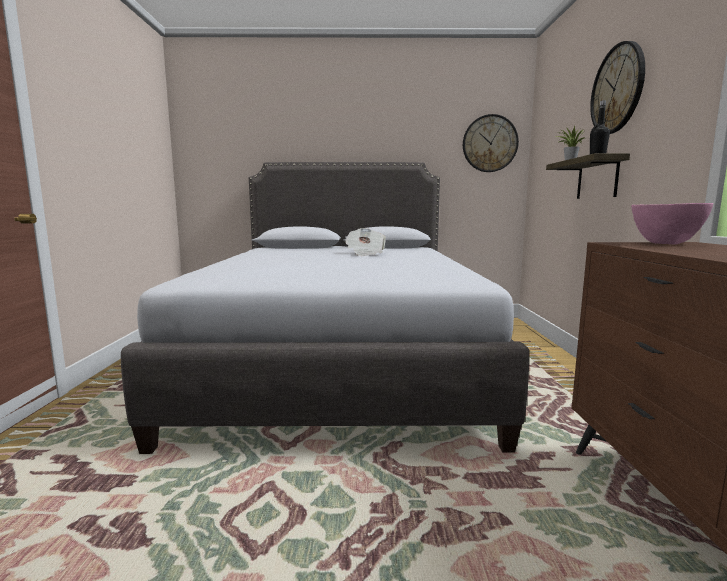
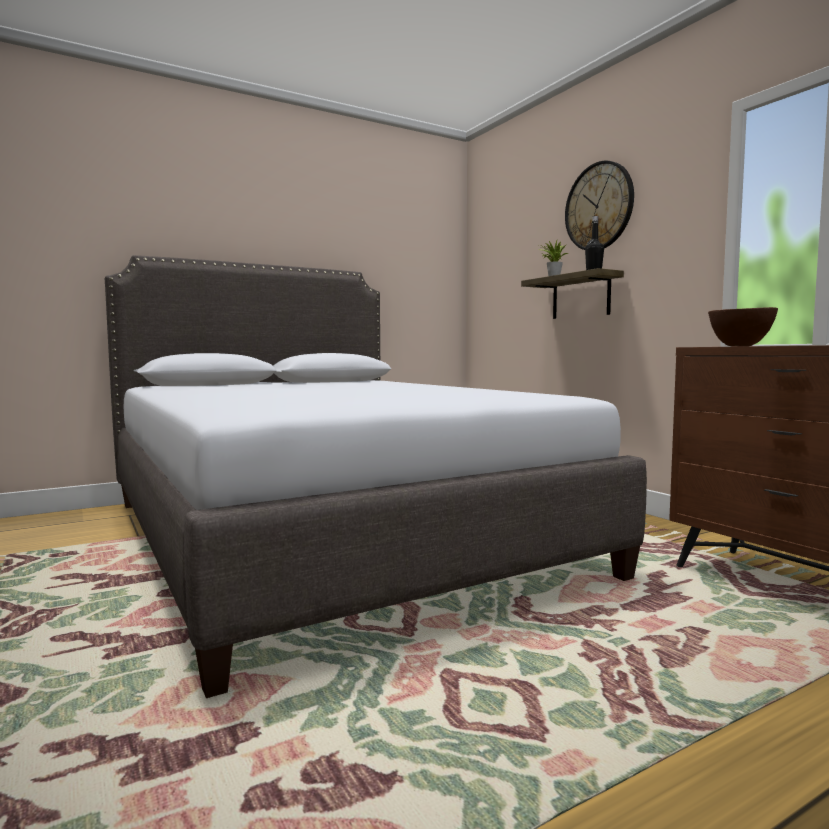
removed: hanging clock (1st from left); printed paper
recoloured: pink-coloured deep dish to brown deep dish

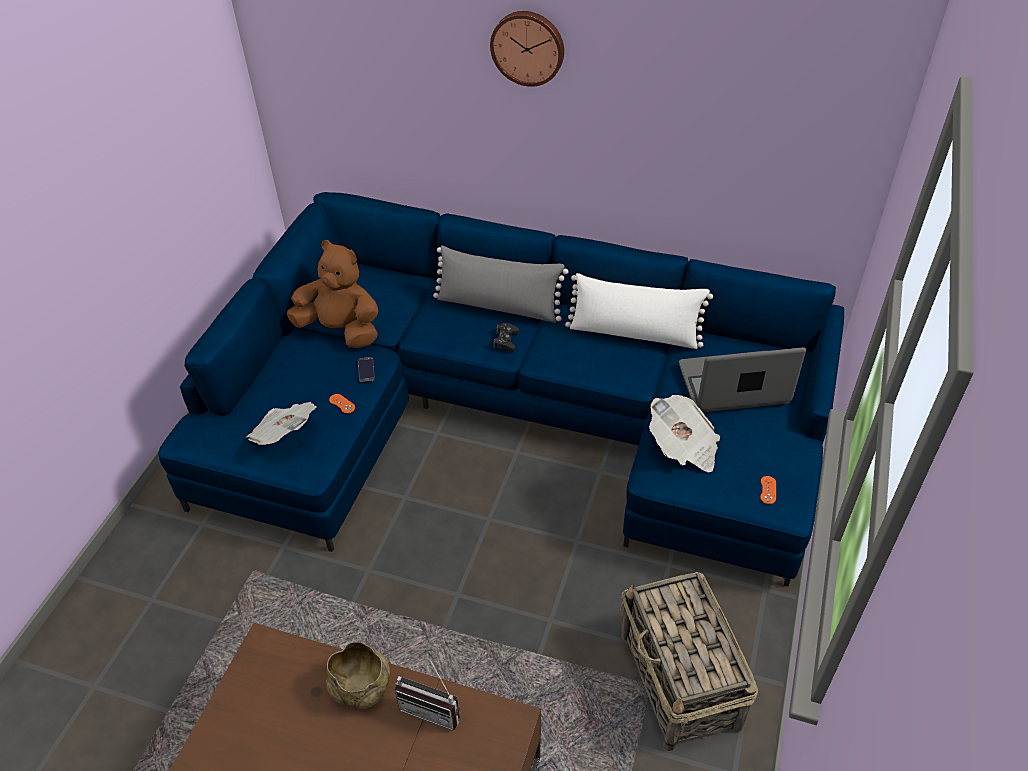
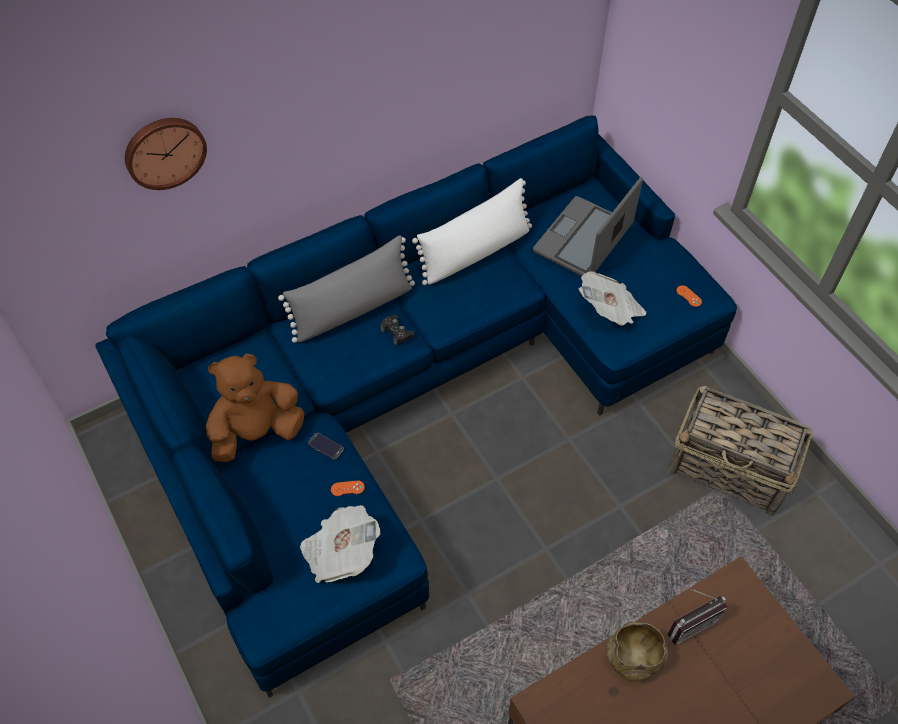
moved: hanging clock

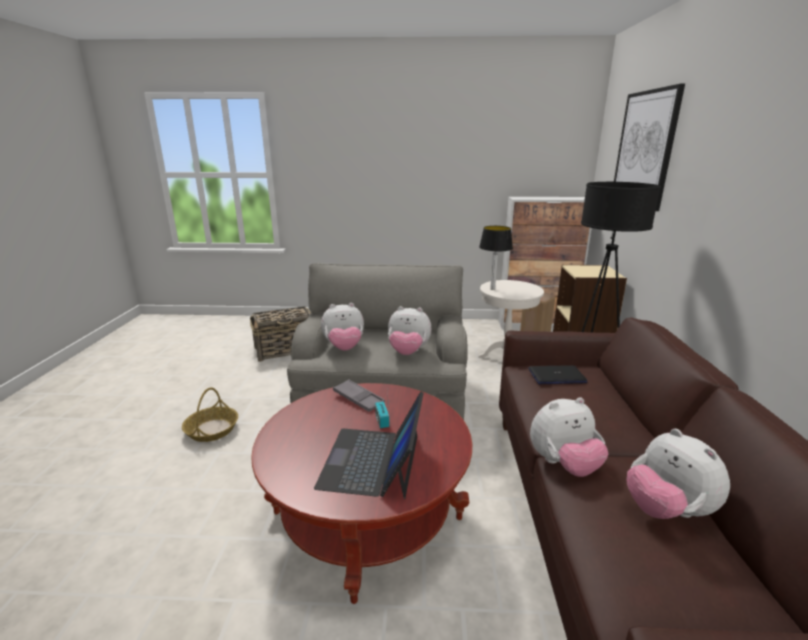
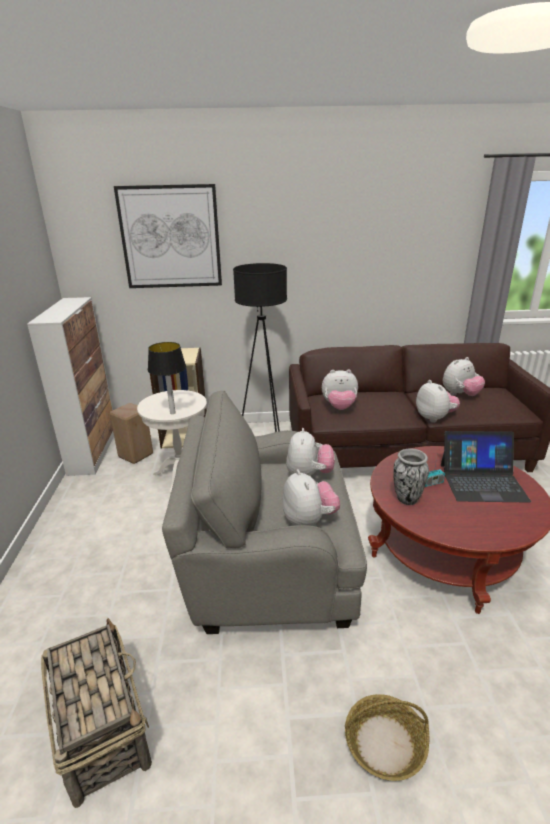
replaced: portable computer (2nd from left) to soft toy (3rd from left); grey tray to vase

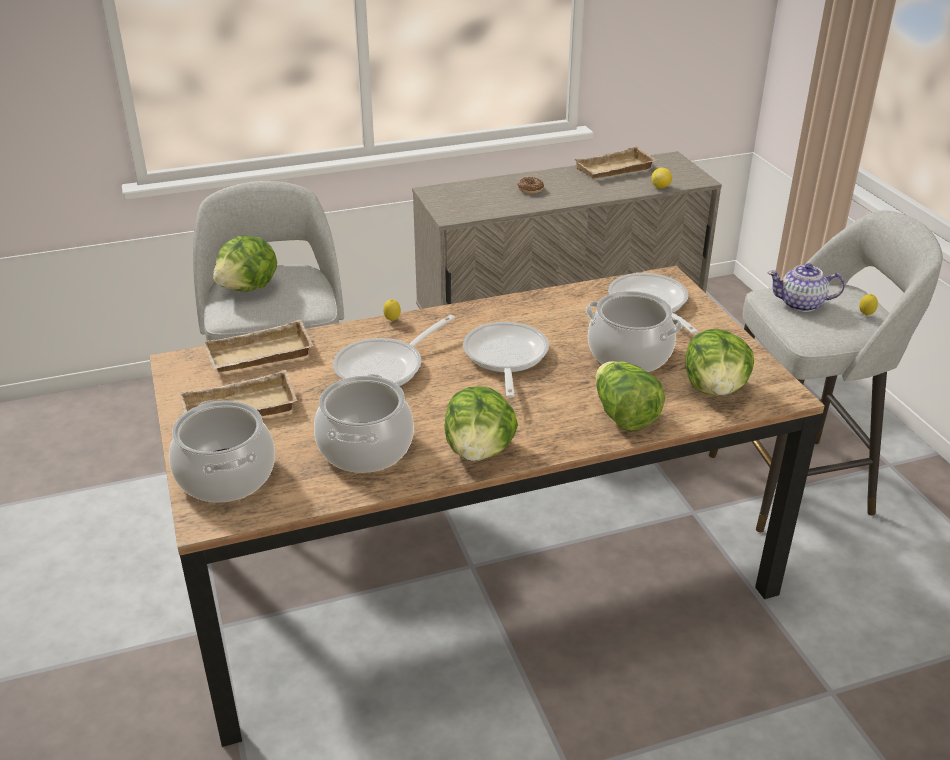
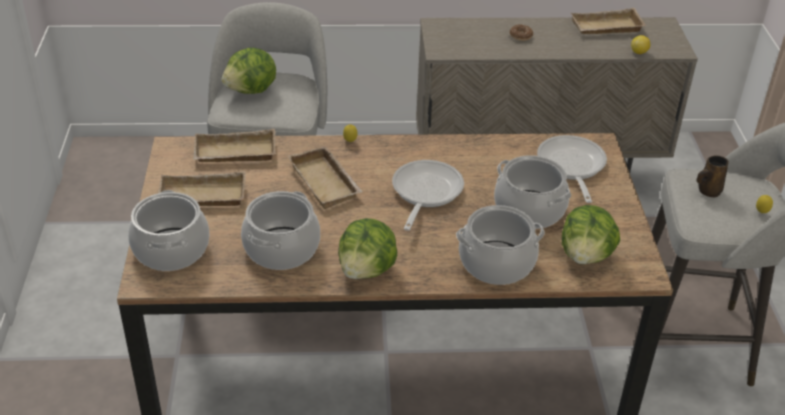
replaced: tea pot to brown mug; skillet (1st from left) to sand-coloured tray (3rd from left); lettuce head (3rd from left) to cooking pot (3rd from left)

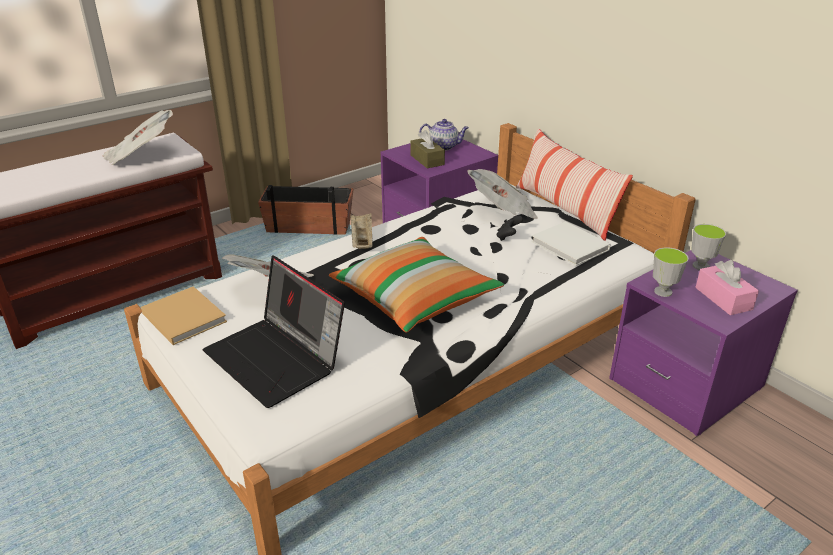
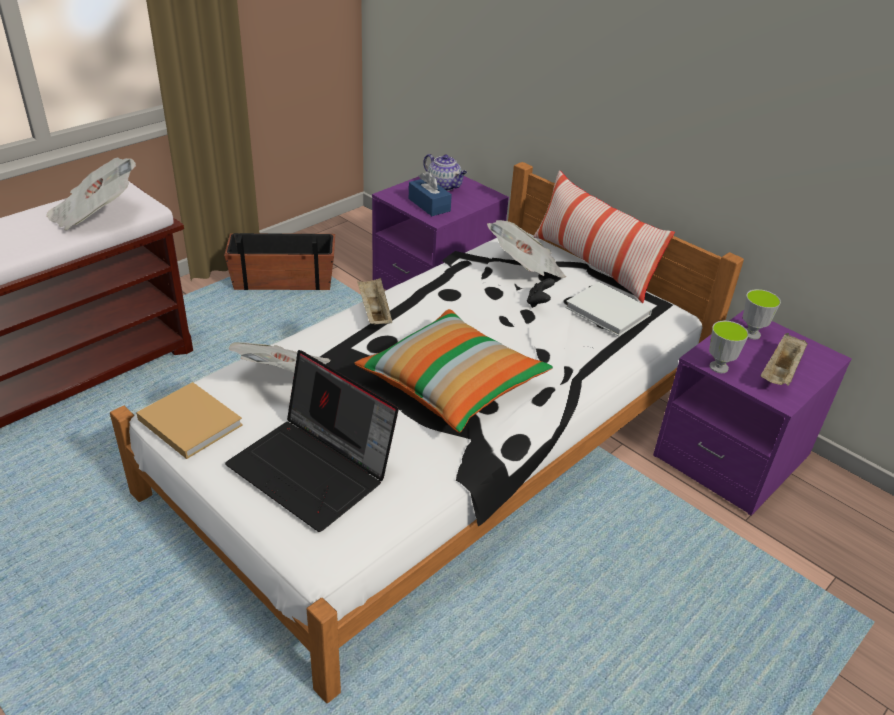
replaced: pink-coloured tissue box to sand-coloured tray (2nd from left)
recoloured: brown tissue box to blue tissue box
turned: tea pot 45 degrees clockwise

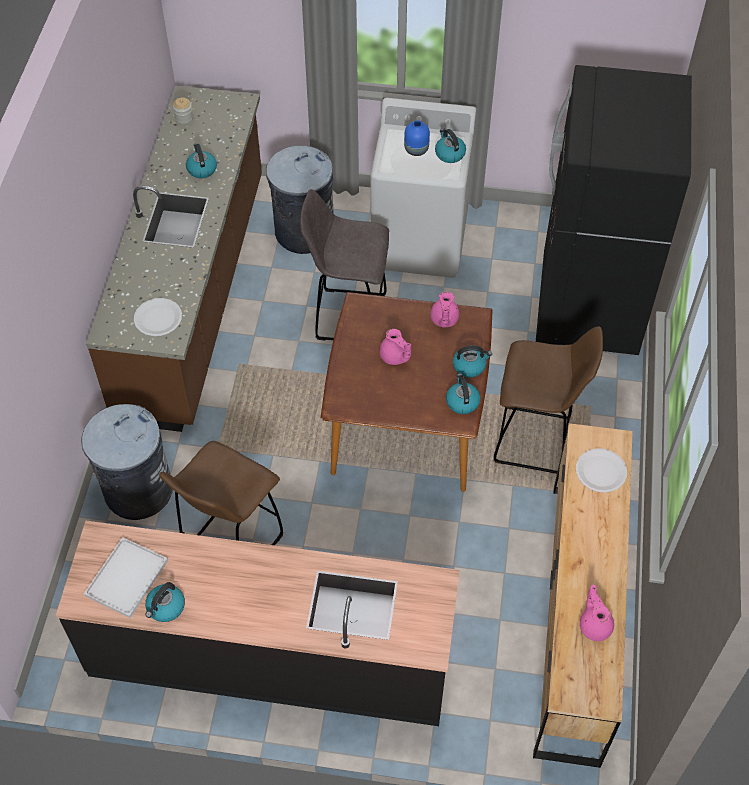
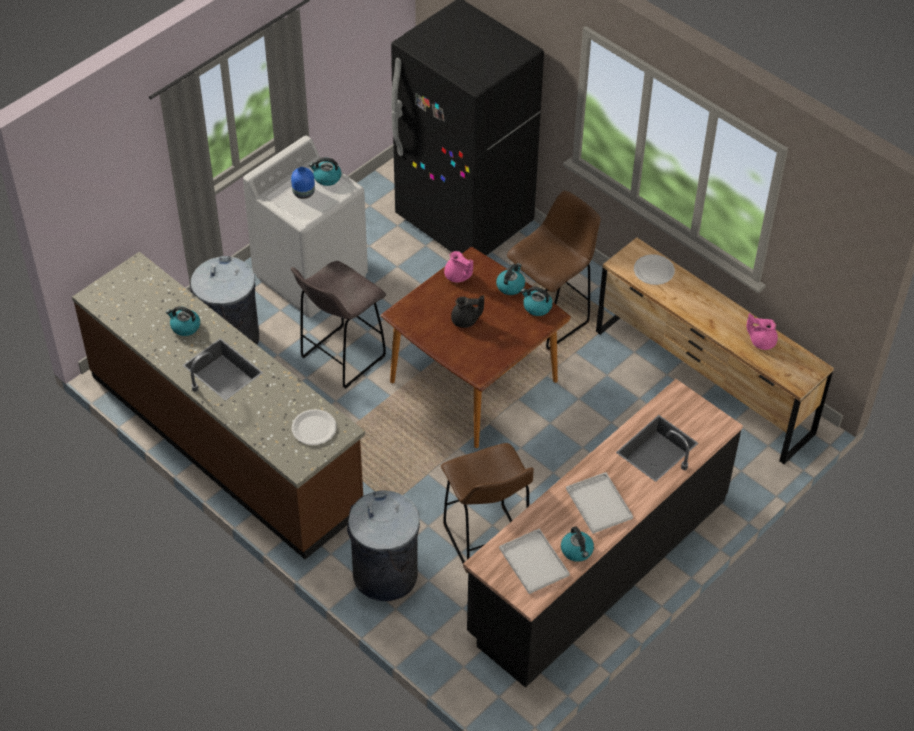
removed: jar
added: whitish tray (2nd from left)
recoloured: pink-coloured tea pot (1st from left) to black tea pot

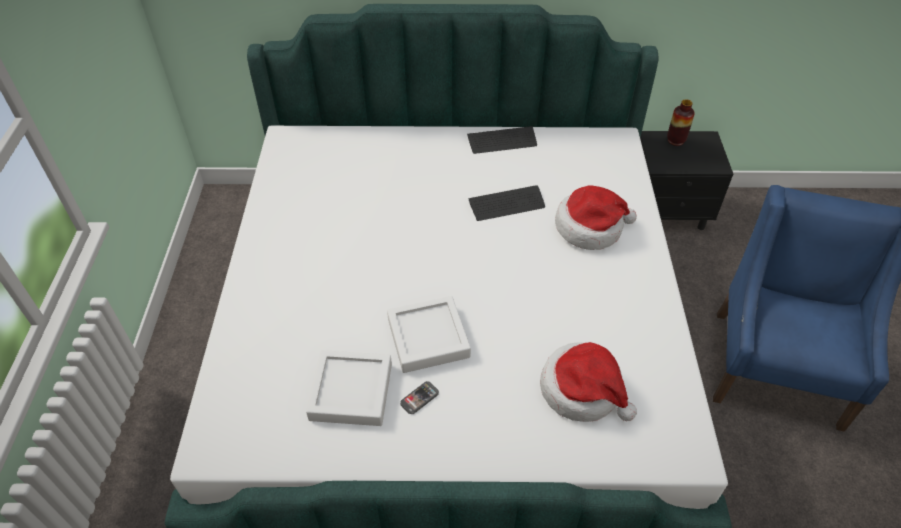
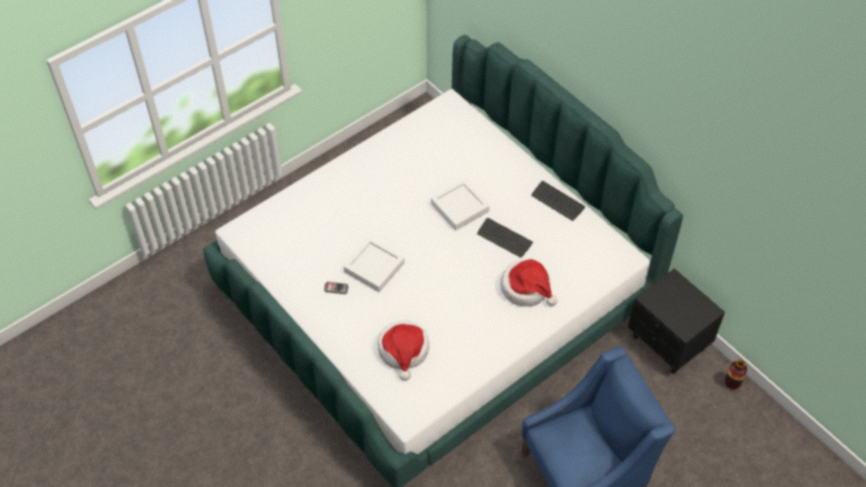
moved: vase; whitish tray (1st from left in the first image) to whitish tray (2nd from left)

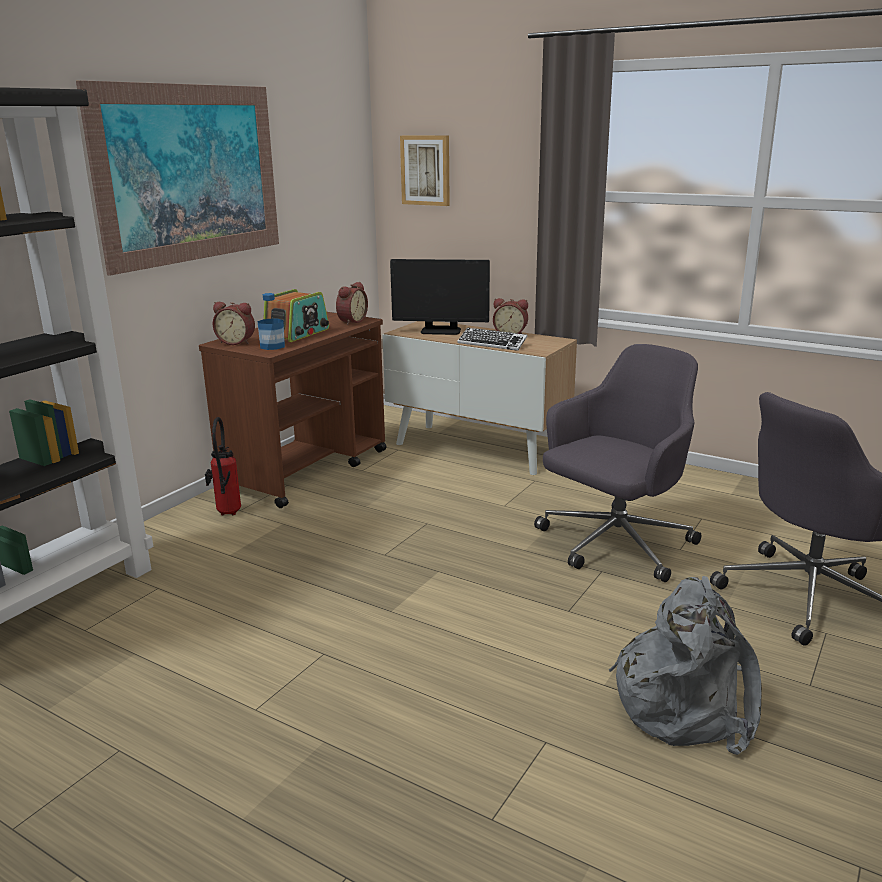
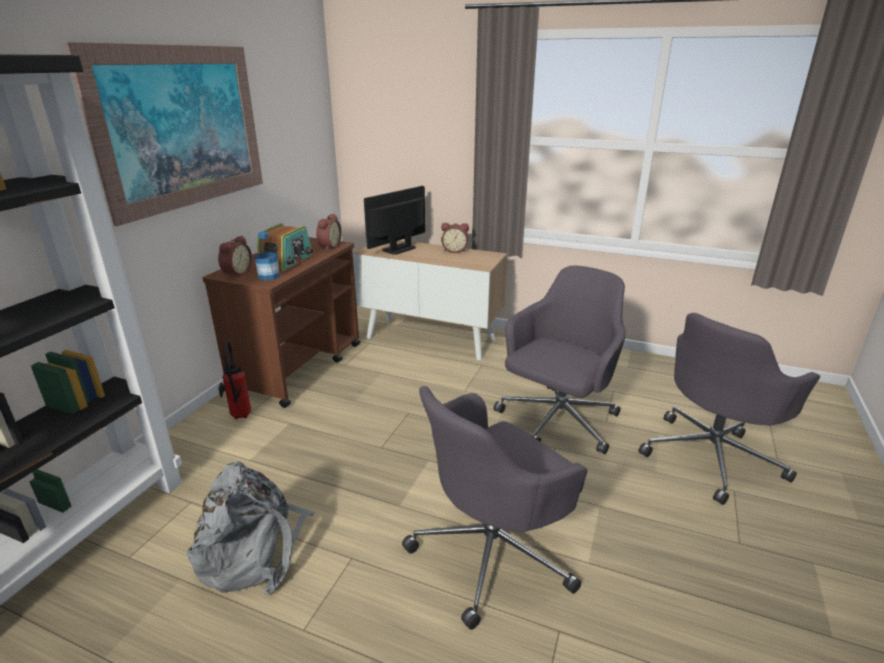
removed: wall picture (2nd from left); computer keyboard
added: grey office chair (1st from left)
moved: grey knapsack
turned: monitor 135 degrees clockwise; table clock (1st from left) 75 degrees counterclockwise

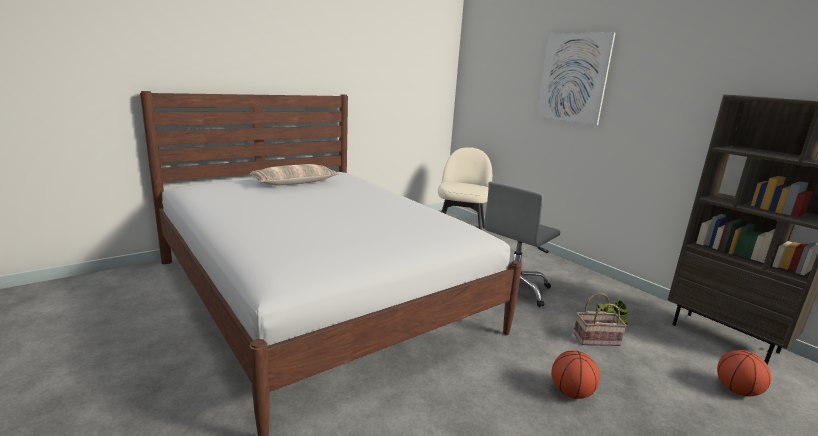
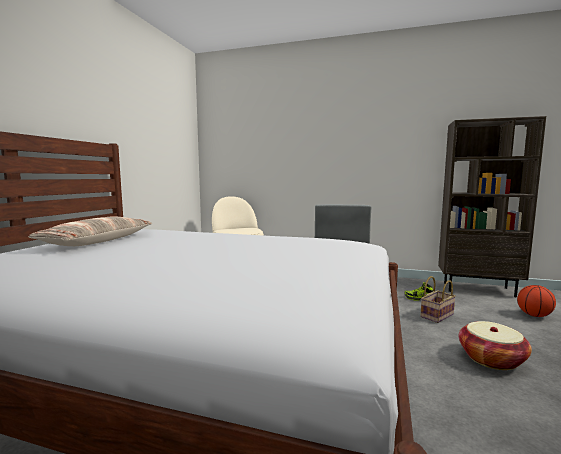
removed: wall picture
replaced: basketball ball (1st from left) to household basket (2nd from left)

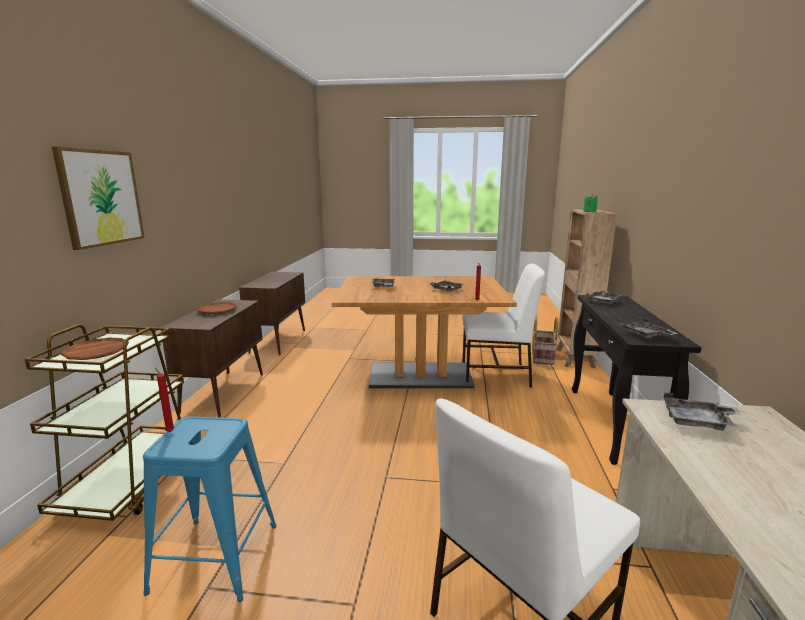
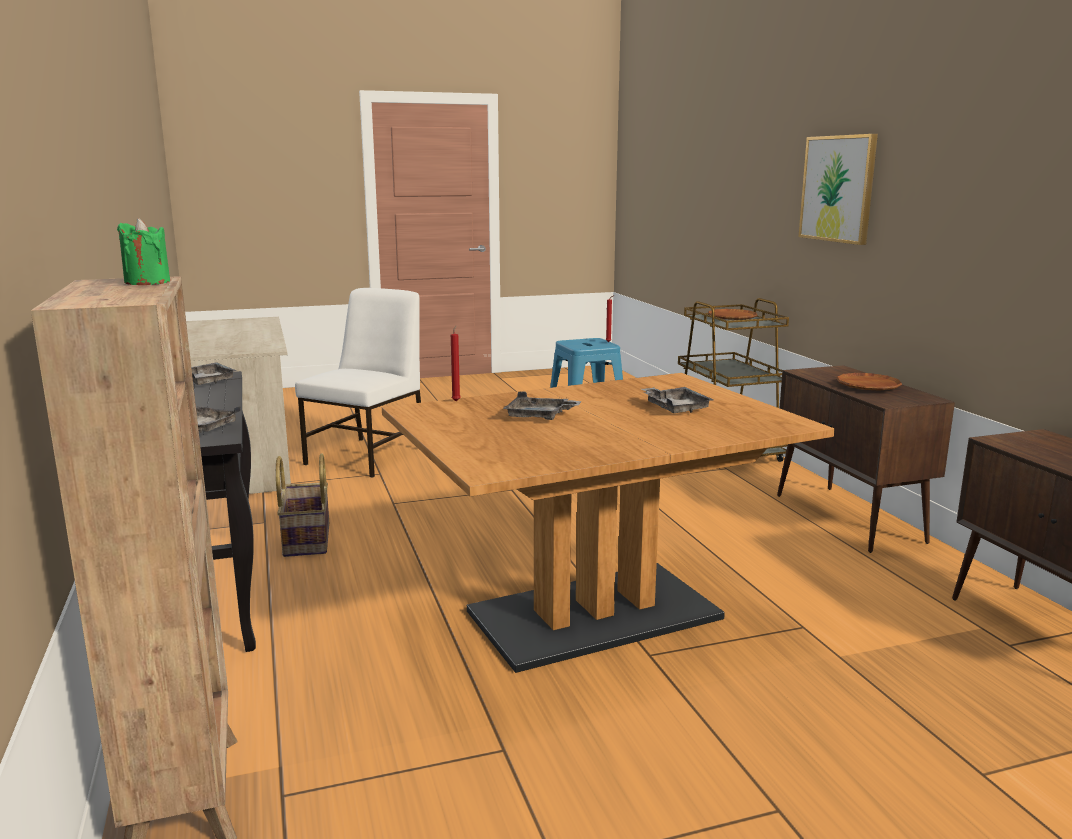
removed: whitish plain chair (1st from left); grey tray (5th from left)
moved: household basket

